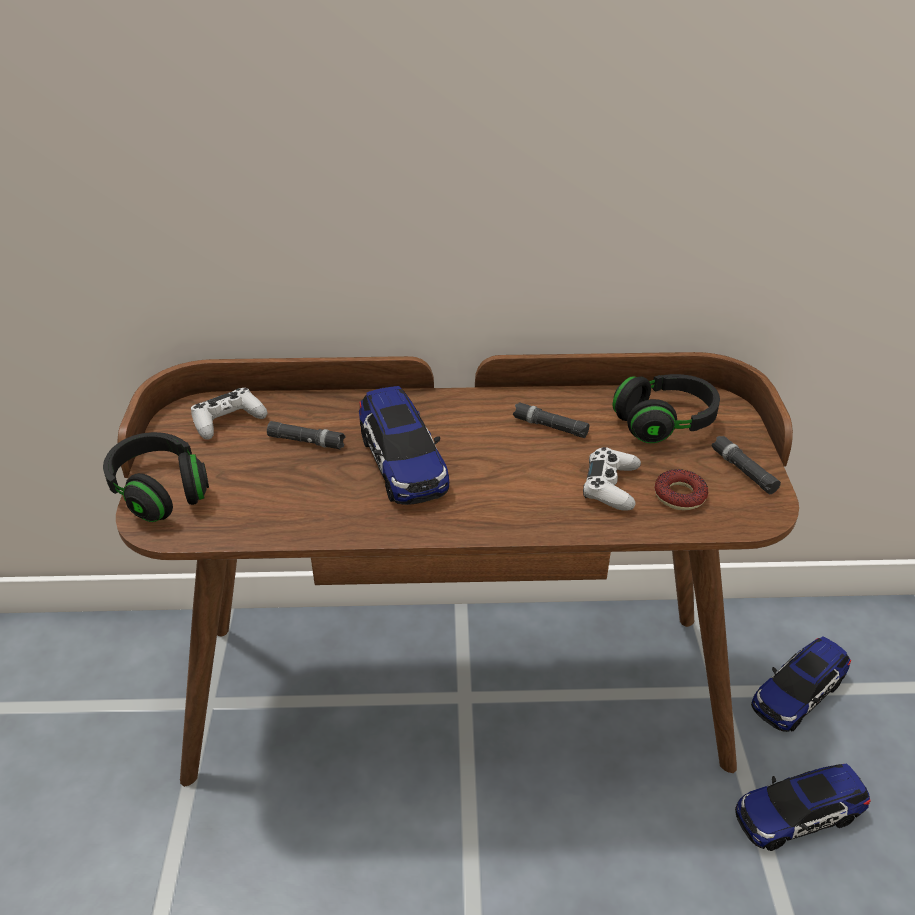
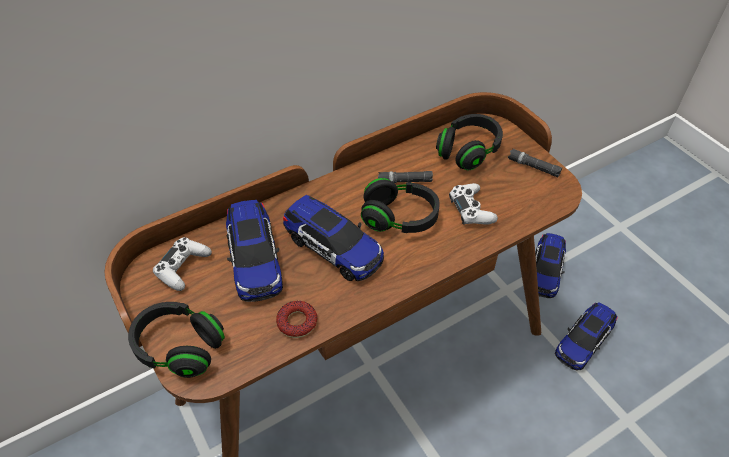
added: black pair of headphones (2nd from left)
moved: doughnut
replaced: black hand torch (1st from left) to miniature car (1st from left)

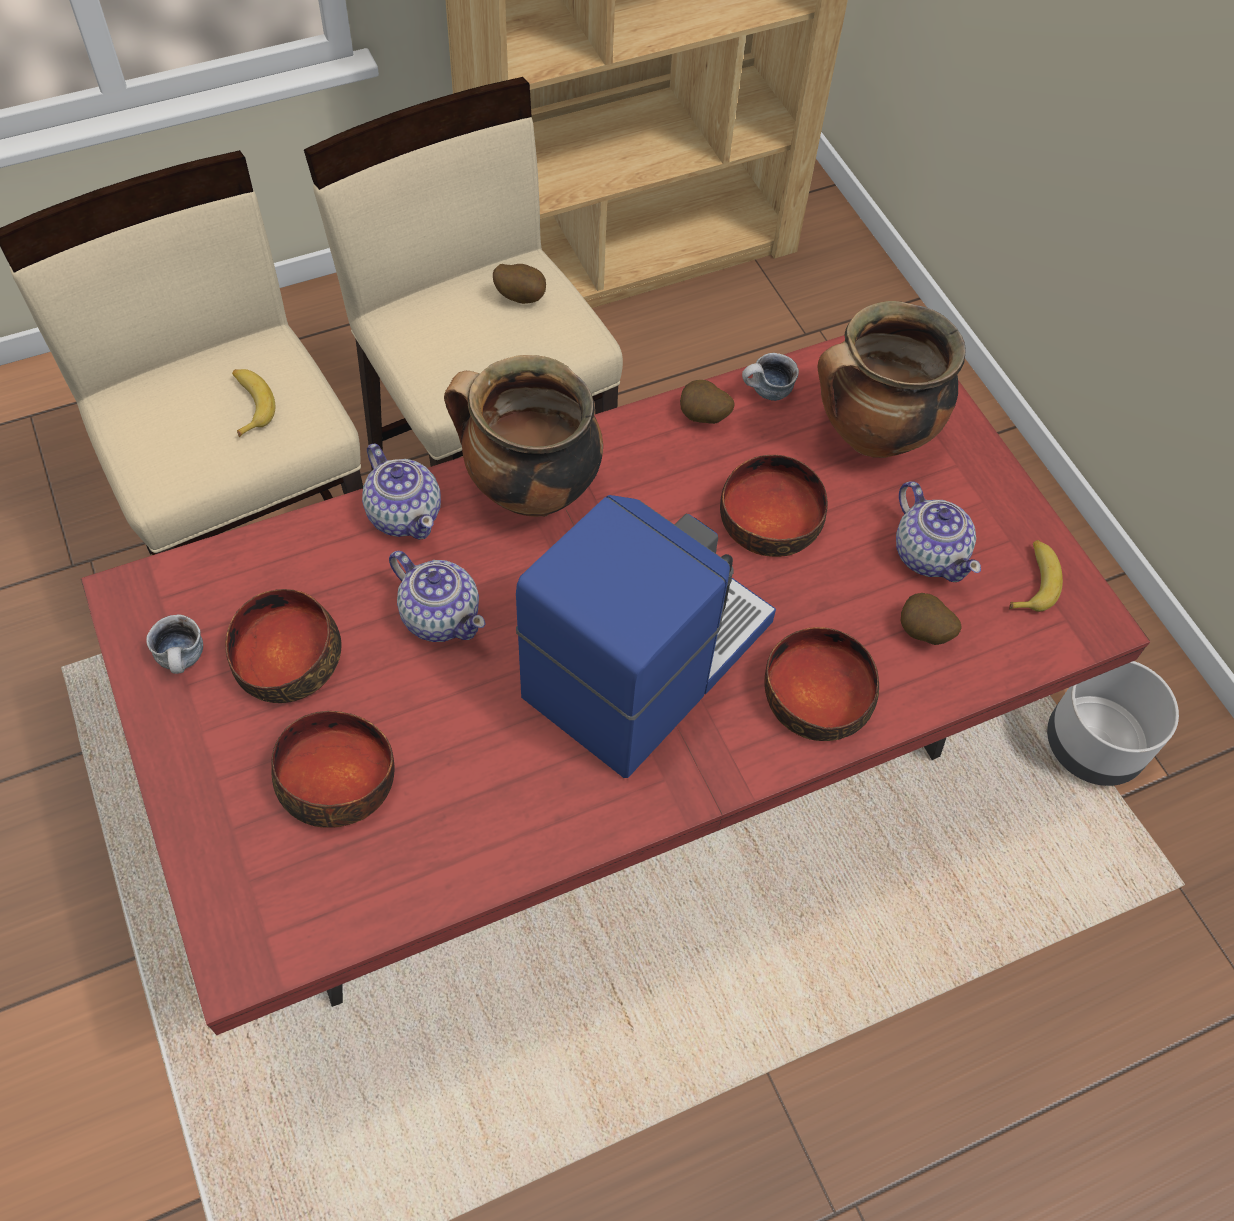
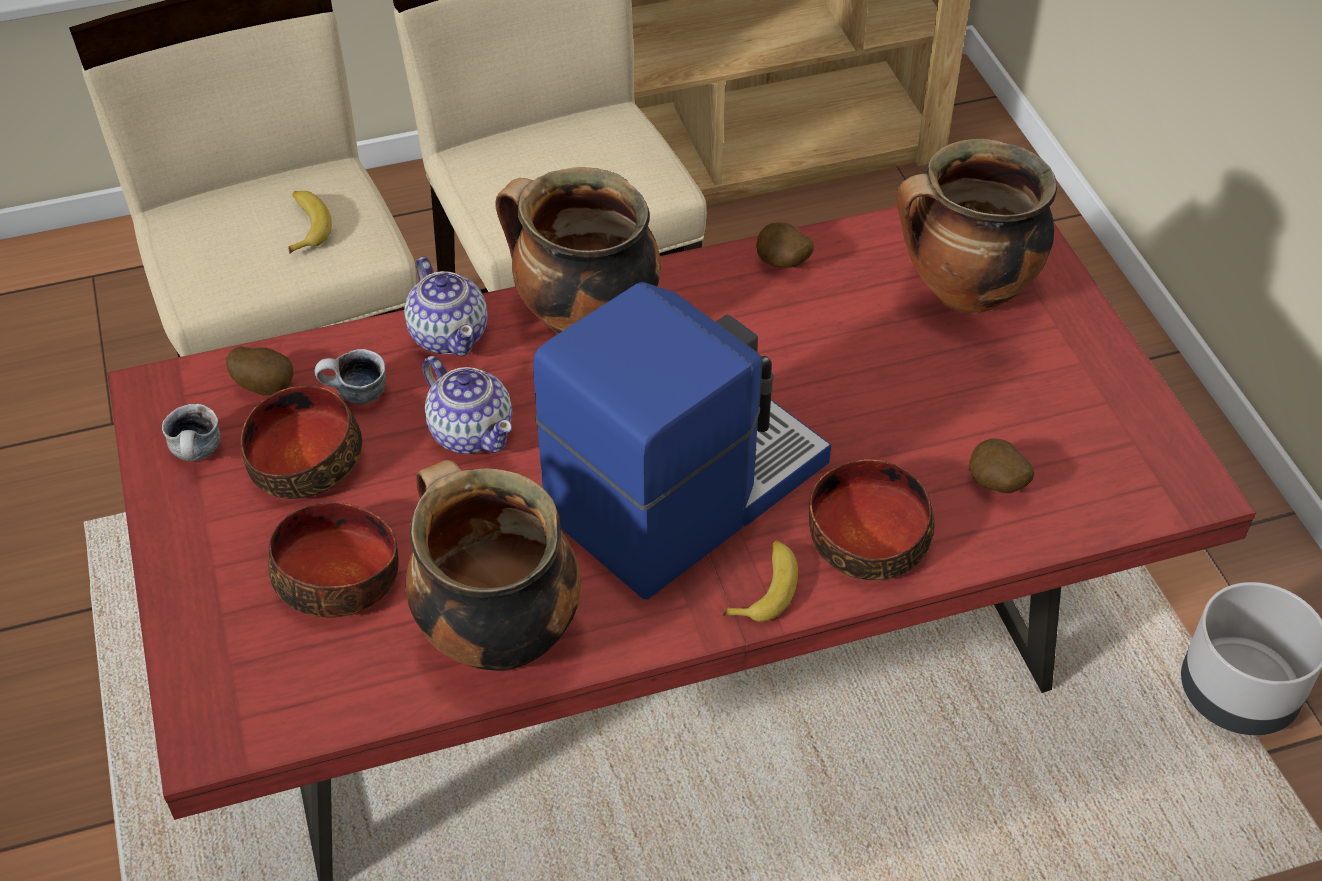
removed: deep dish (3rd from left); tea pot (3rd from left)
added: cooking pot (1st from left)
moved: potato (1st from left); mug (2nd from left); banana (2nd from left)

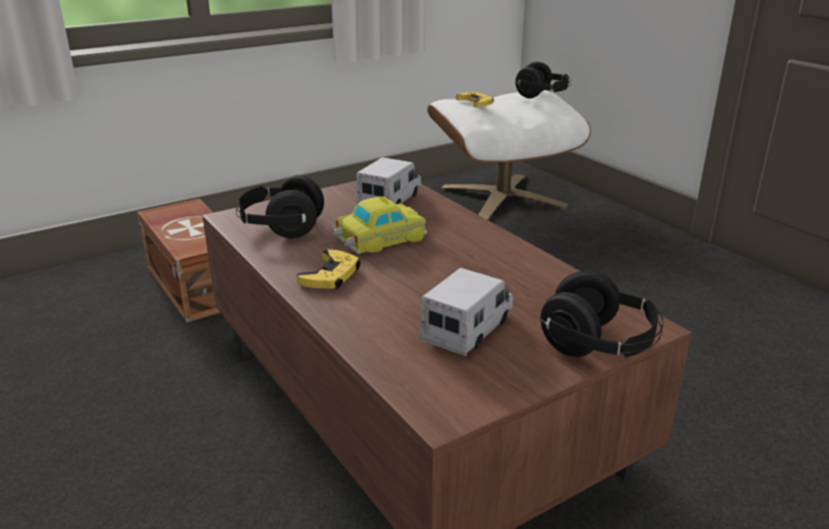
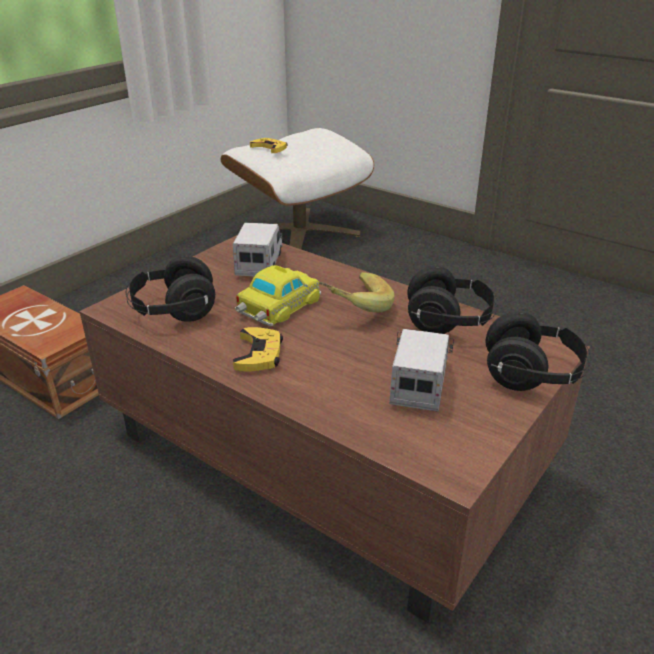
added: banana
moved: black pair of headphones (2nd from left)

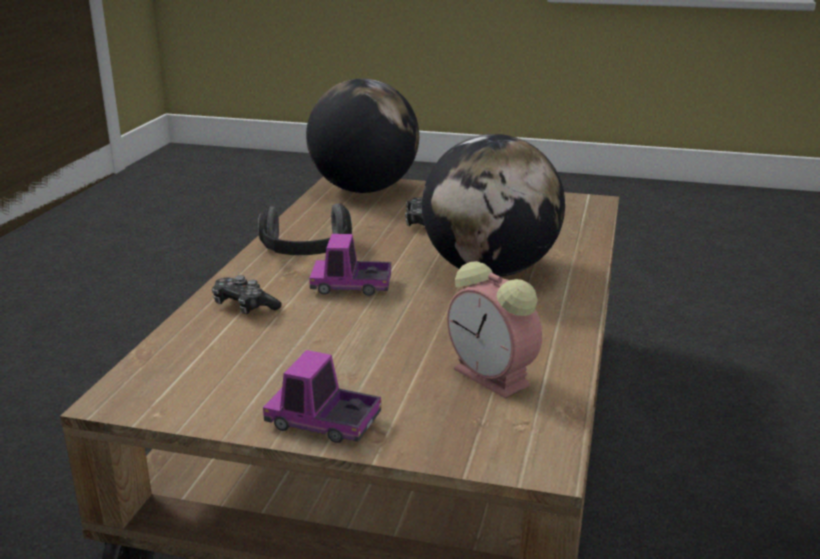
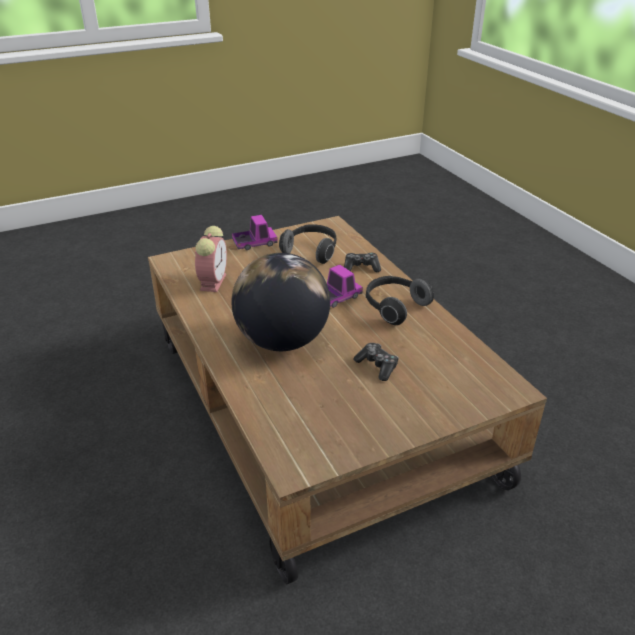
removed: world globe (1st from left)
added: pair of headphones (1st from left)
turned: table clock 90 degrees clockwise

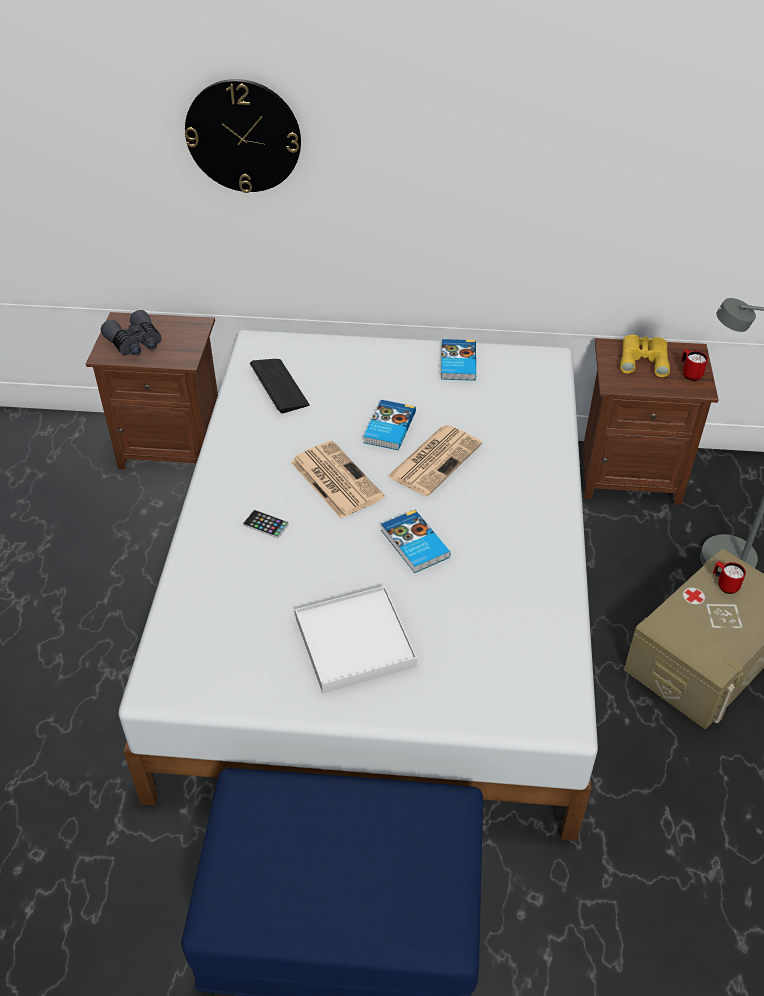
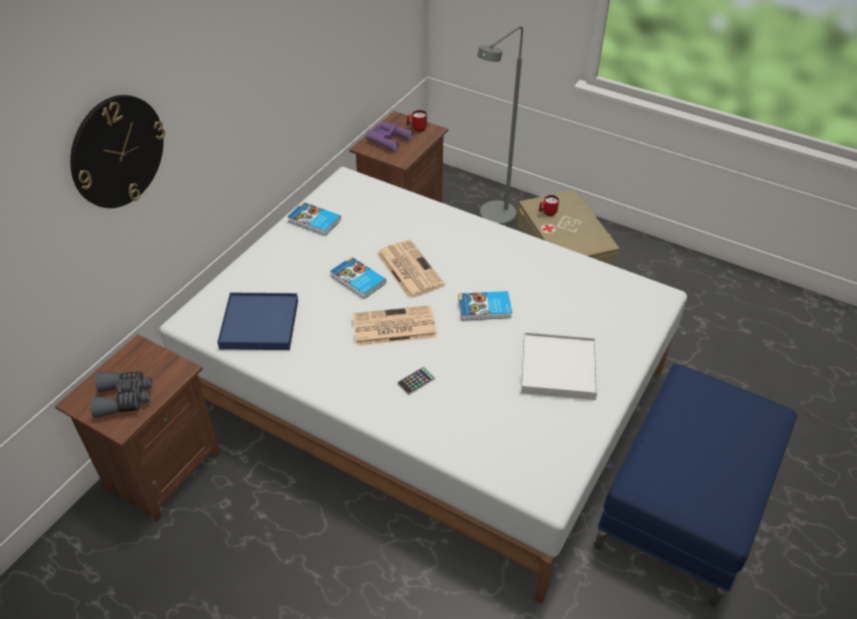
replaced: computer keyboard to blue tray
recoloured: yellow-coloured binoculars to purple-coloured binoculars

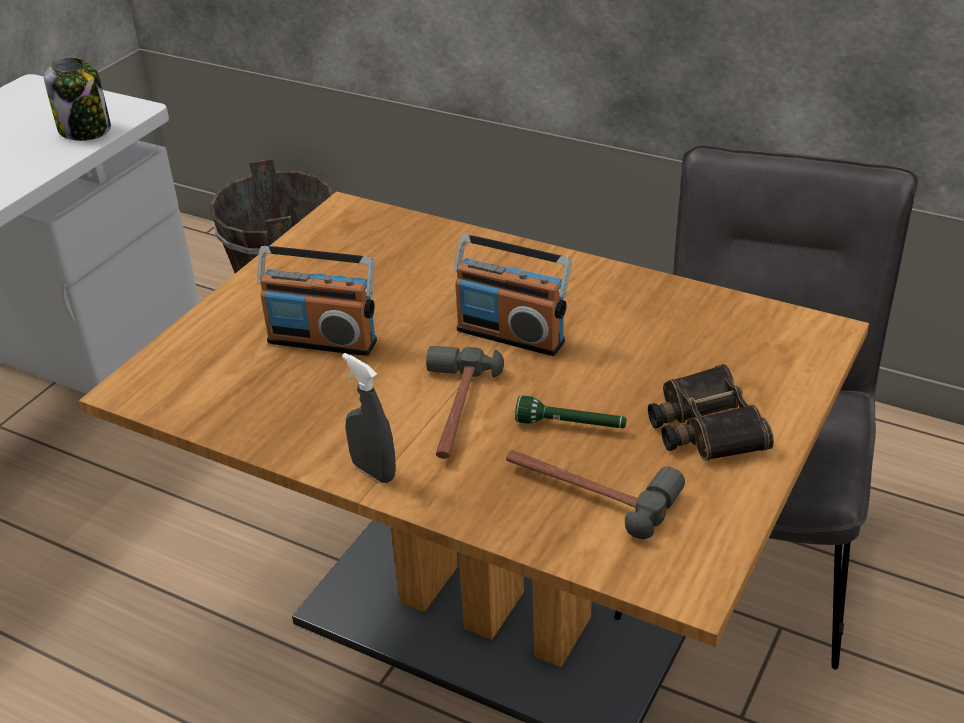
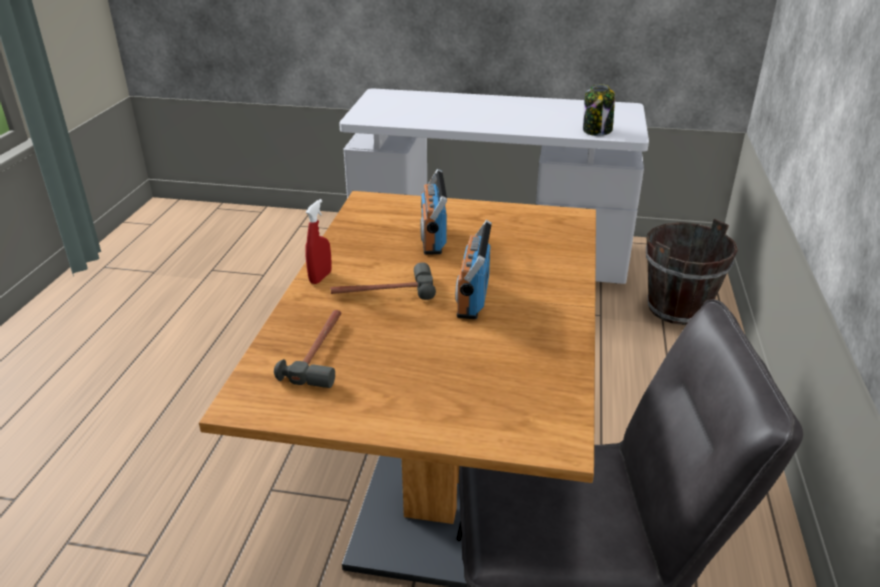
removed: binoculars; green hand torch
recoloured: grey hand sprayer to red hand sprayer

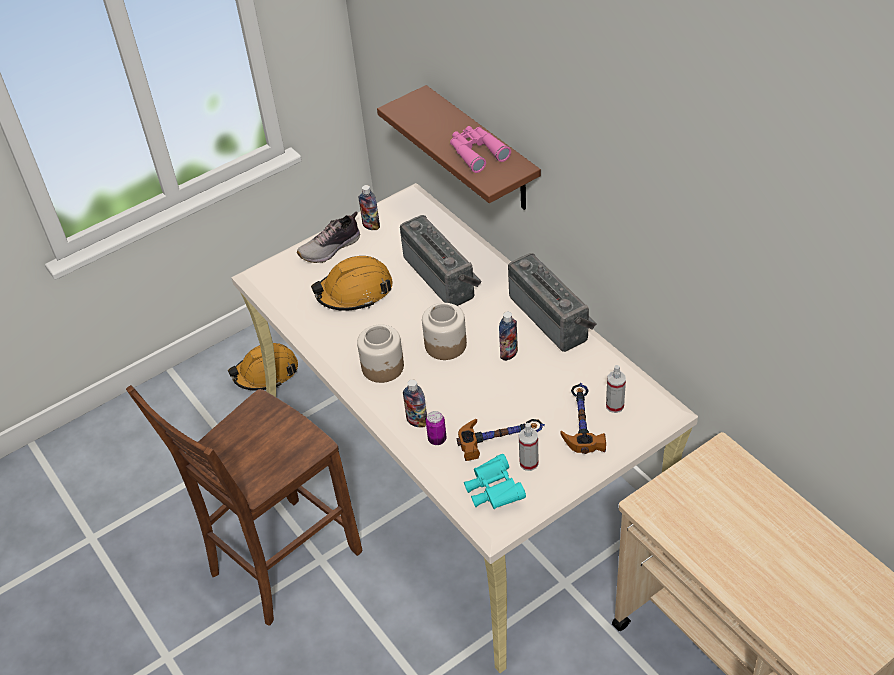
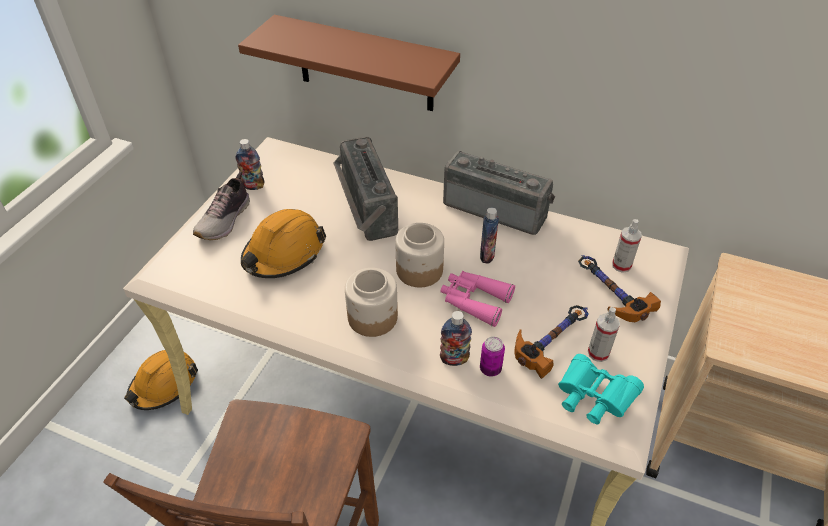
moved: pink-coloured binoculars
turned: radio (1st from left) 135 degrees counterclockwise

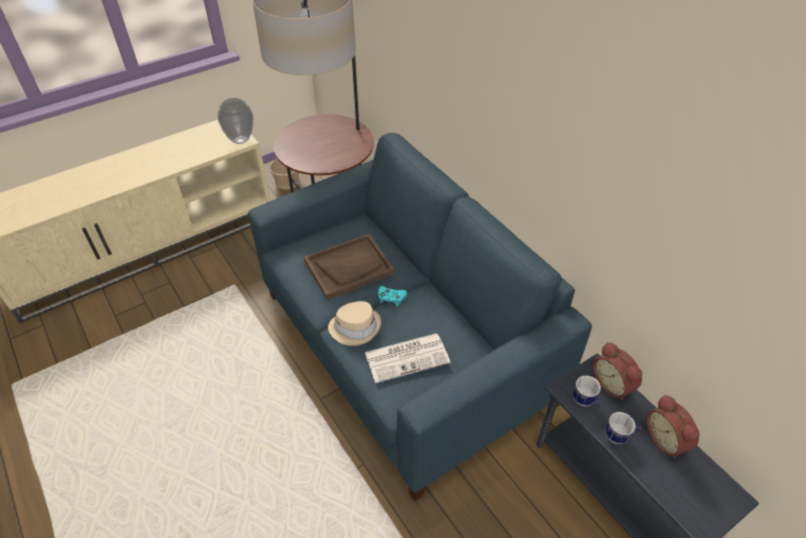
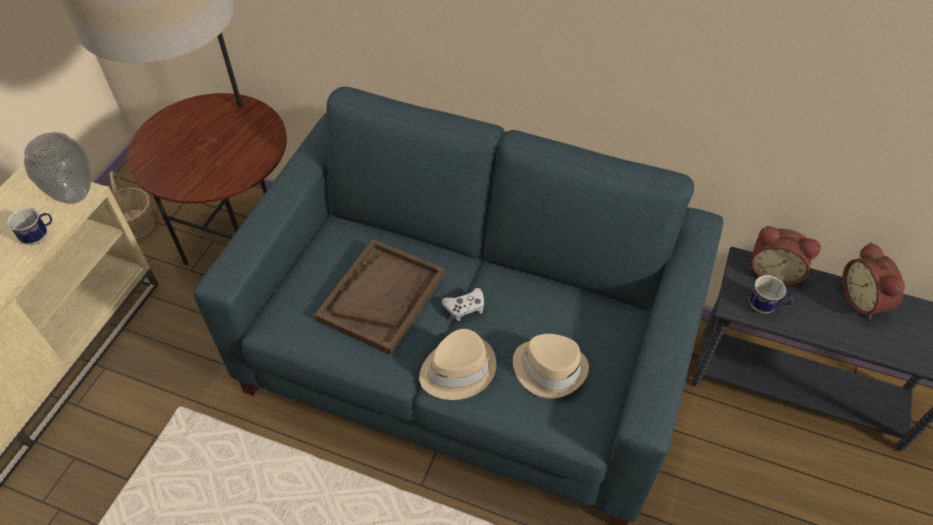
moved: mug (2nd from left in the first image) to mug (1st from left)
replaced: printed paper to sand-coloured clothing hat (2nd from left)
recoloured: turquoise-coloured gamepad to whitish gamepad
turned: table clock (2nd from left) 45 degrees clockwise

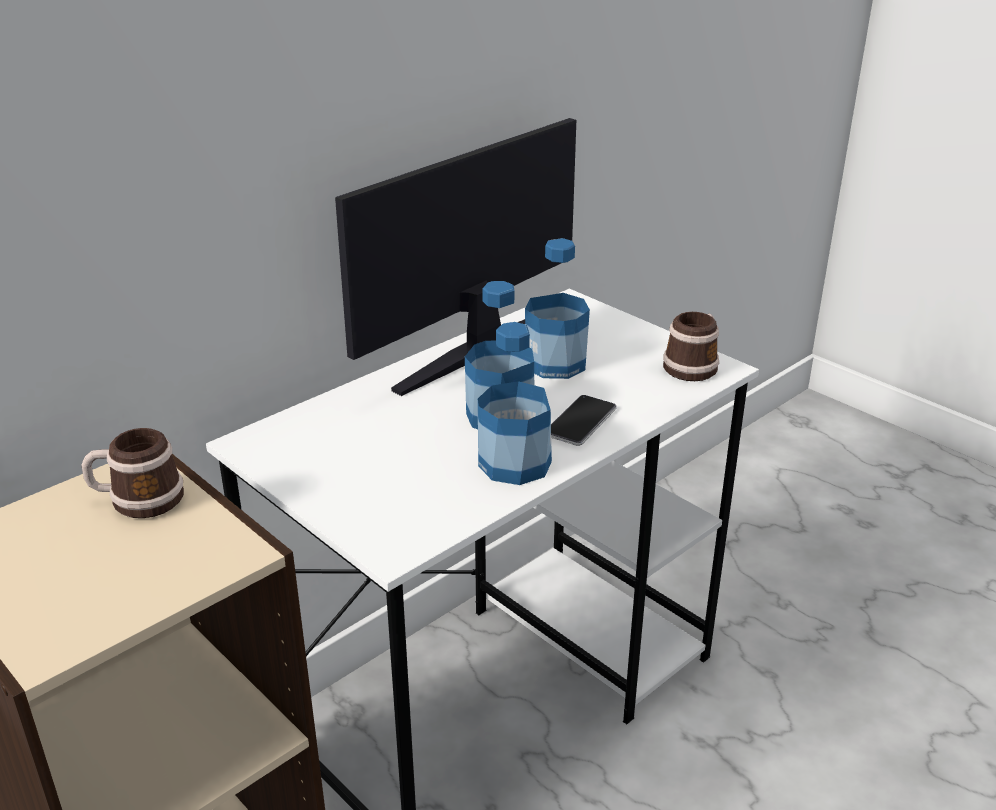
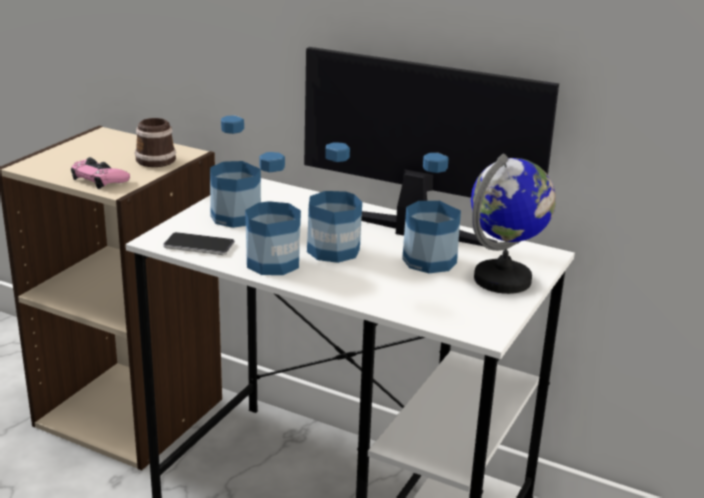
removed: mug (2nd from left)
added: beverage bottle (1st from left); world globe; pink-coloured gamepad
moved: telephone

